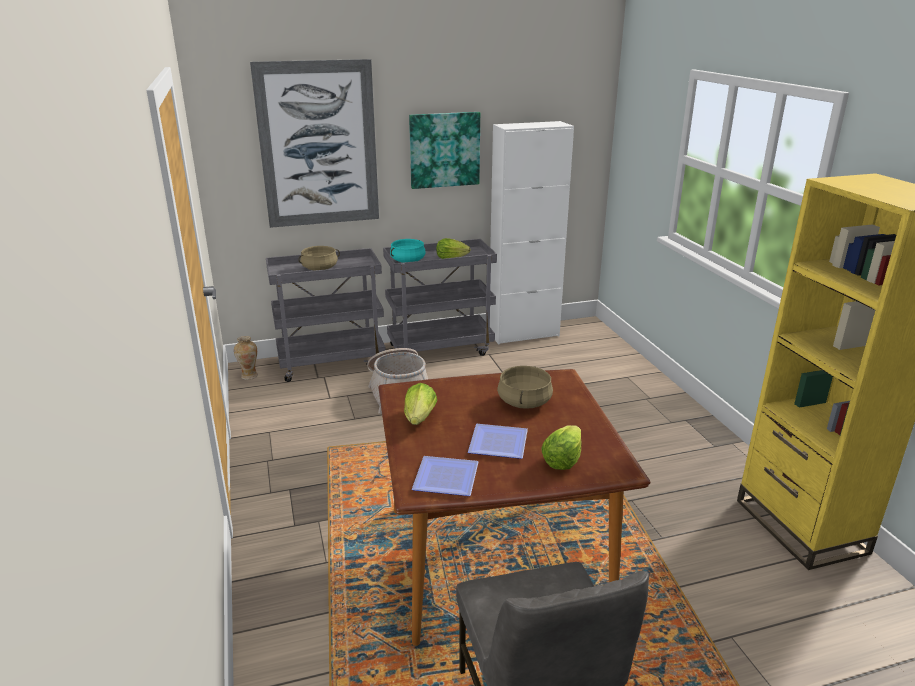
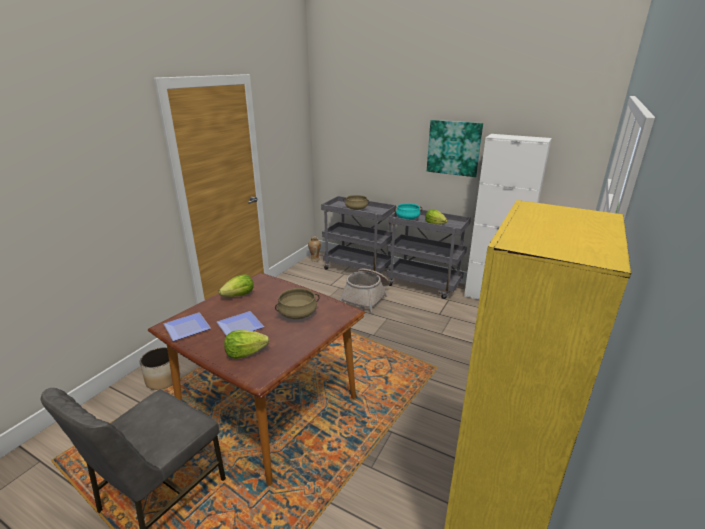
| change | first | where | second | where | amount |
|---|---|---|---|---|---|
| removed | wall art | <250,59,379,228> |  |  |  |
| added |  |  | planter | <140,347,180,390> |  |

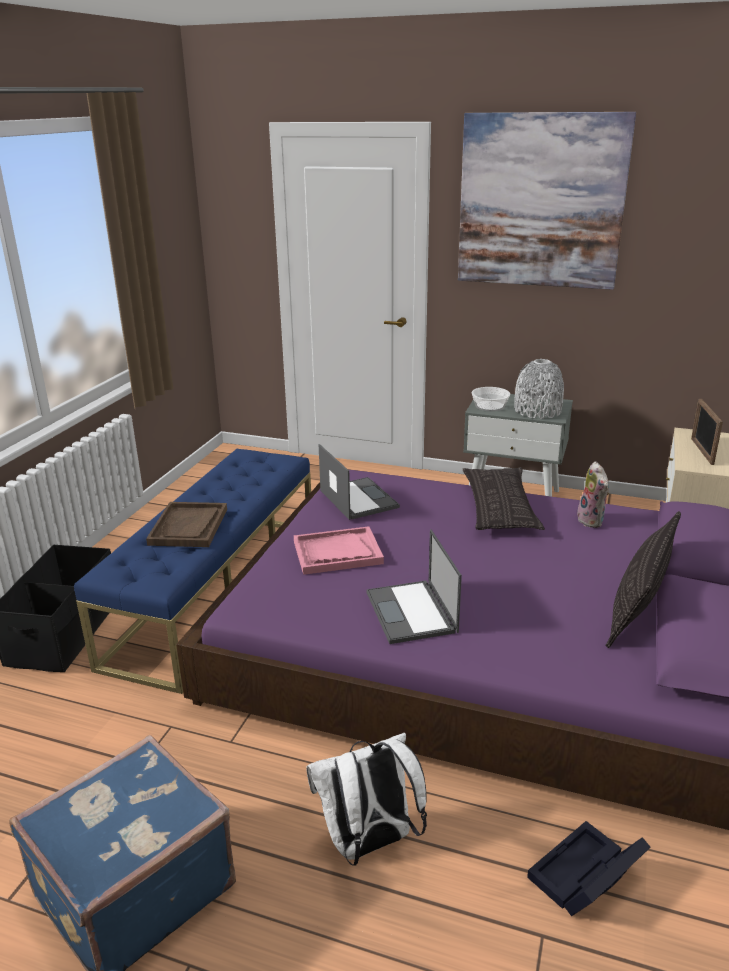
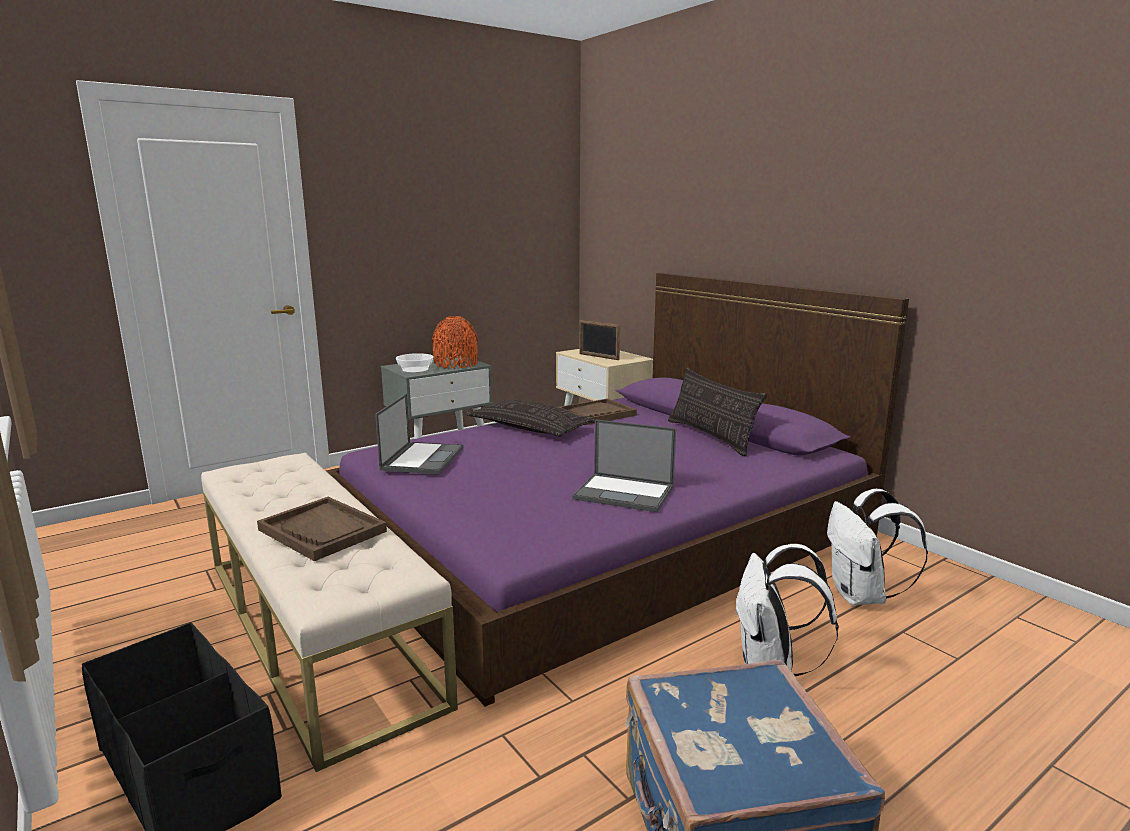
| change | first | where | second | where | amount |
|---|---|---|---|---|---|
| recoloured | bluish indoor bench | <74,449,311,694> | beige-coloured indoor bench | <201,453,458,772> |  |
| removed | pink carrying tray | <294,526,384,575> |  |  |  |
| turned | portable computer | <319,444,400,520> |  | <375,394,463,474> | 90 degrees clockwise |
| removed | wall art | <458,112,636,290> |  |  |  |
| recoloured | greyish flower vase | <515,359,564,419> | orange flower vase | <432,316,478,369> |  |
| replaced | black storage bin | <527,821,651,916> | whitish rucksack | <827,489,928,605> |  |
| replaced | plush toy | <577,461,609,528> | brown-coloured carrying tray | <559,399,637,425> |  |

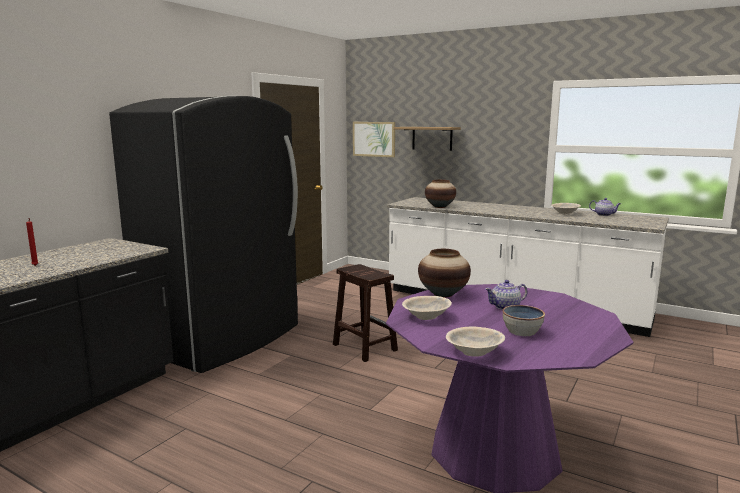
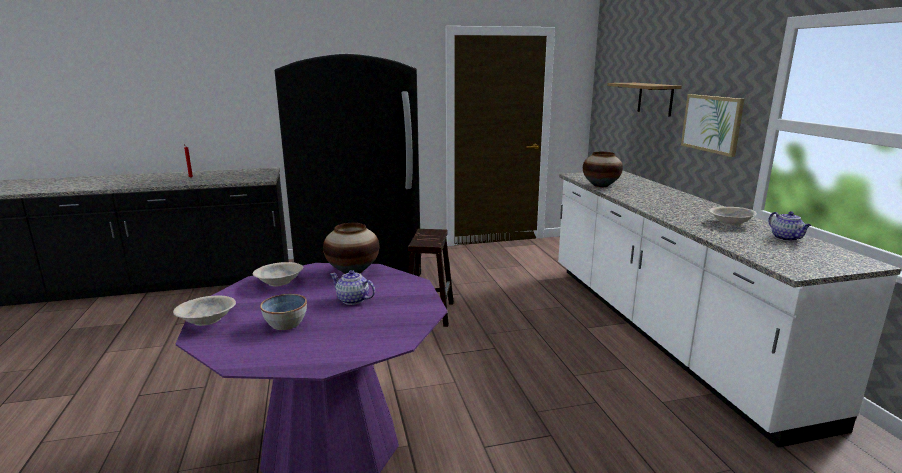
| change | first | where | second | where | amount |
|---|---|---|---|---|---|
| moved | wall art | <353,122,395,157> |  | <681,94,745,157> |  |

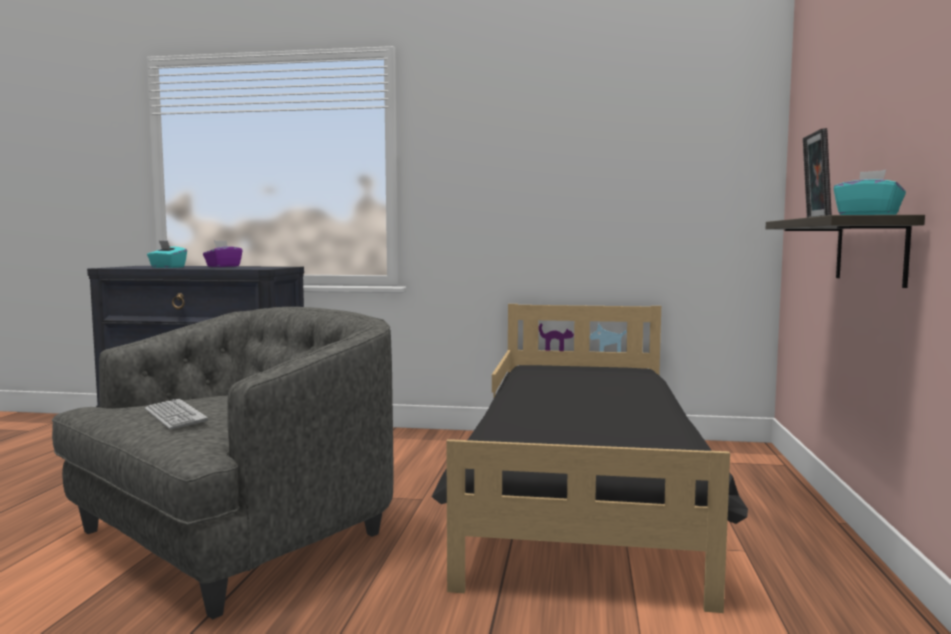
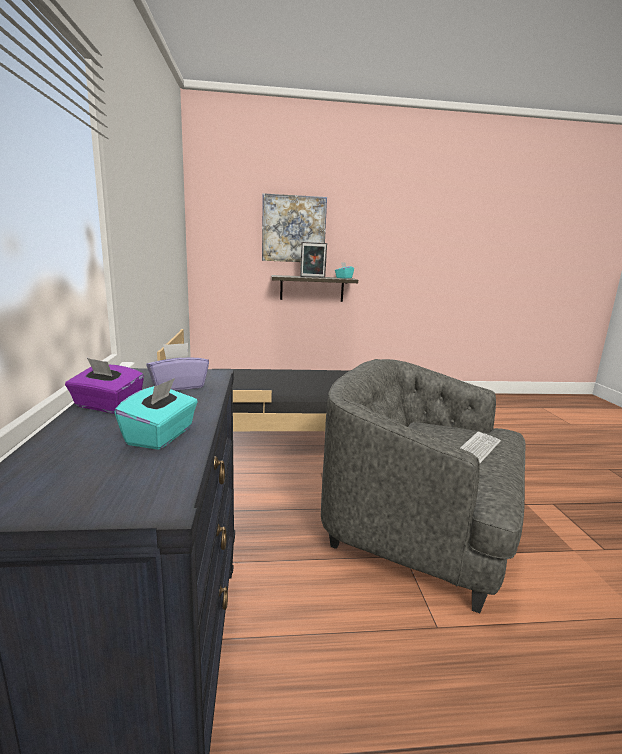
| change | first | where | second | where | amount |
|---|---|---|---|---|---|
| added |  |  | purple tissue box | <146,343,209,391> |  |
| added |  |  | wall art | <262,193,327,262> |  |

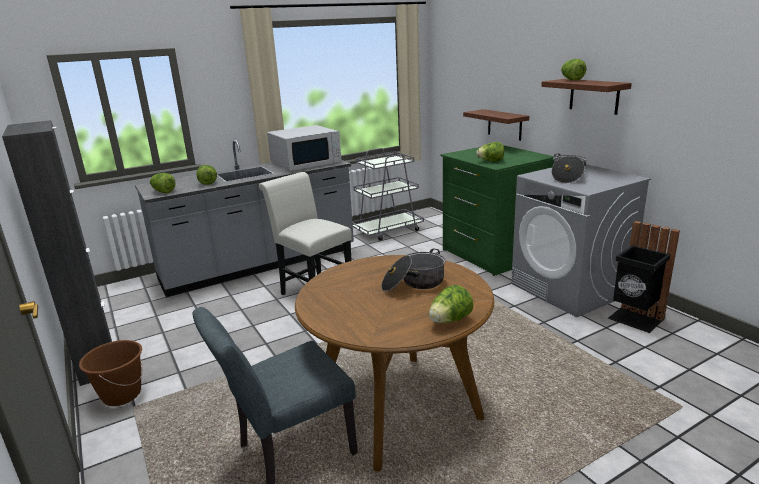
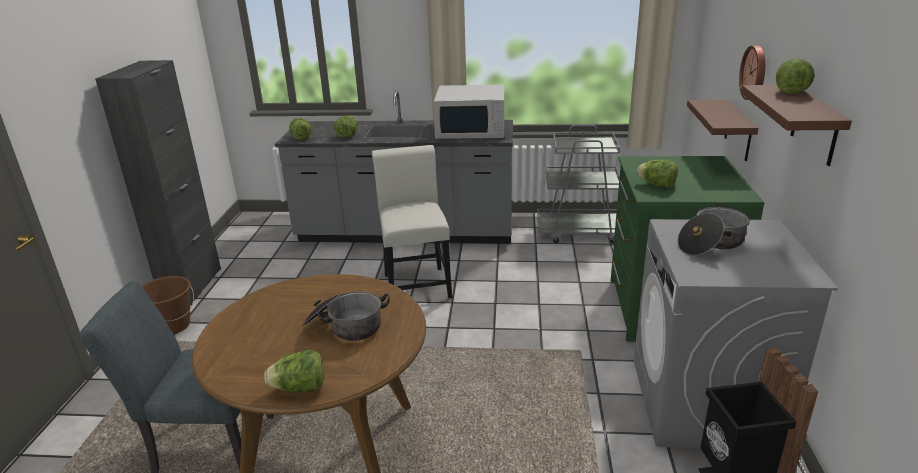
| change | first | where | second | where | amount |
|---|---|---|---|---|---|
| added |  |  | hanging clock | <739,46,765,100> |  |

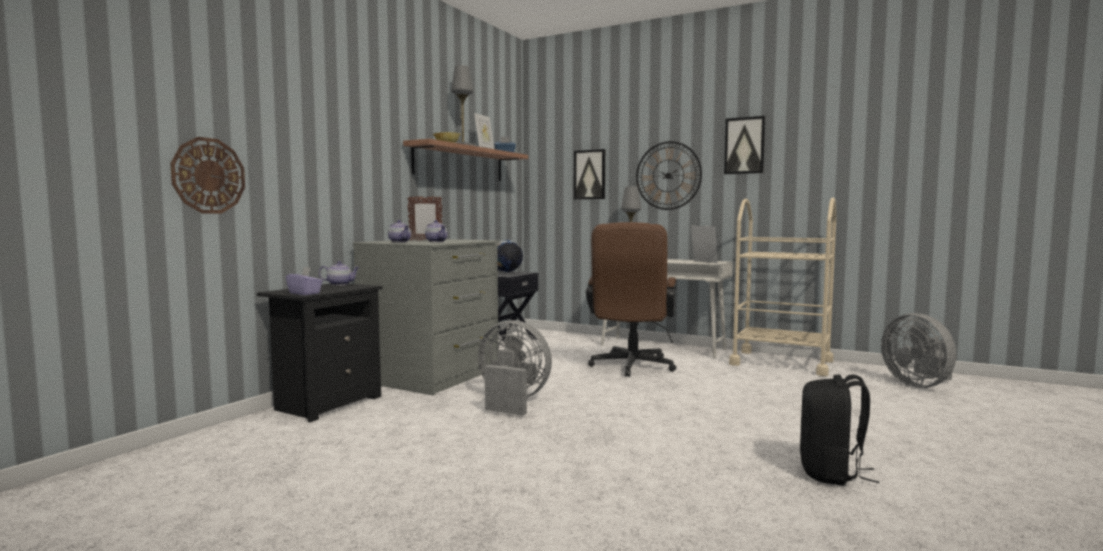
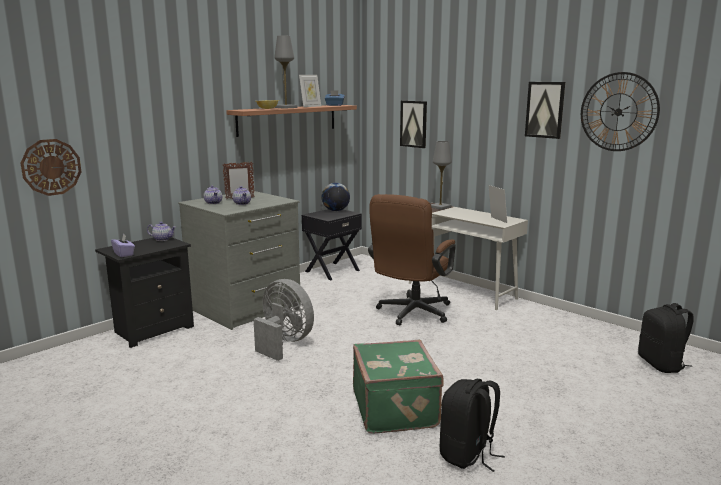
| change | first | where | second | where | amount |
|---|---|---|---|---|---|
| moved | hanging clock | <636,141,702,210> |  | <581,72,660,151> |  |
| removed | beige-coloured trolley | <729,198,836,376> |  |  |  |
| replaced | greyish electric fan | <881,313,956,388> | black rucksack | <638,303,694,373> |  |
| added |  |  | green-coloured travel case | <353,340,443,433> |  |

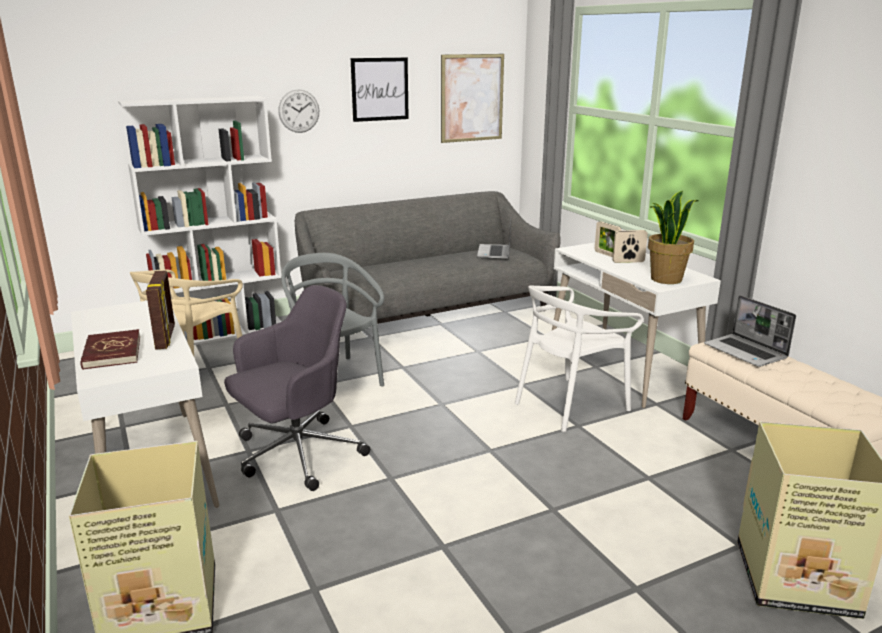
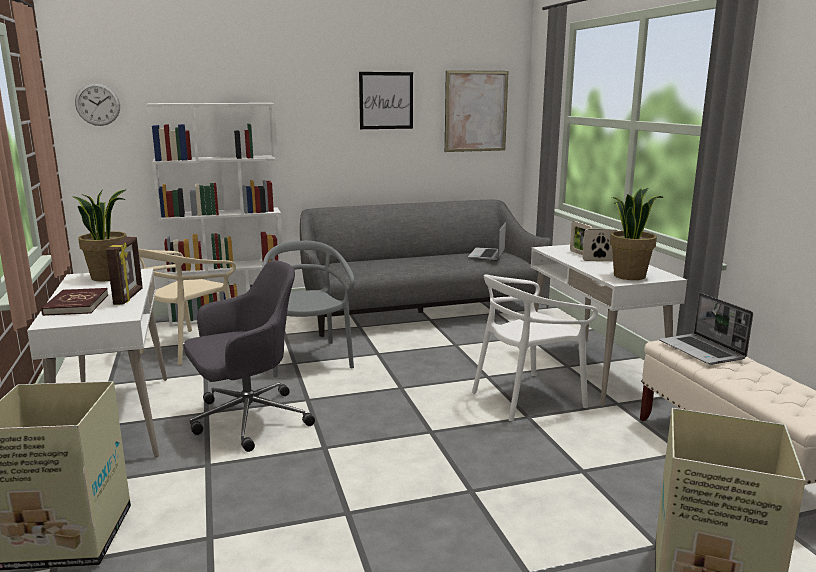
| change | first | where | second | where | amount |
|---|---|---|---|---|---|
| moved | hanging clock | <278,89,319,133> |  | <75,83,120,126> |  |
| added |  |  | potted plant | <72,189,127,282> |  |

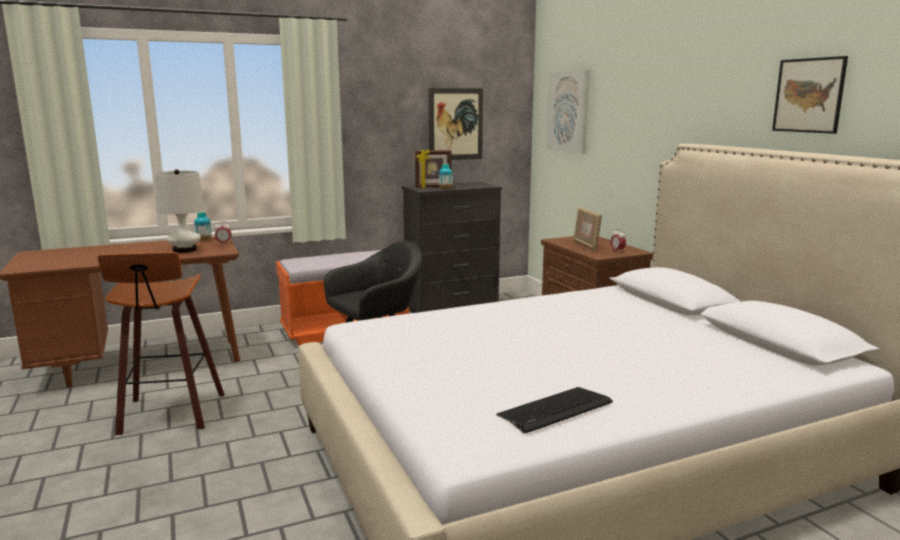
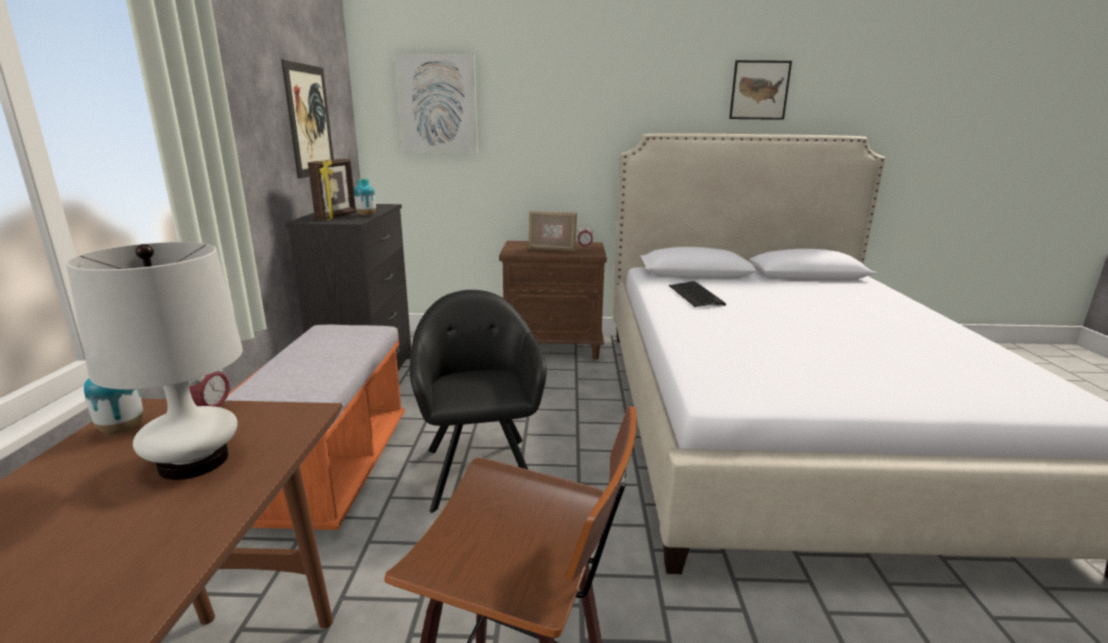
| change | first | where | second | where | amount |
|---|---|---|---|---|---|
| moved | computer keyboard | <496,387,613,433> |  | <669,281,726,307> |  |

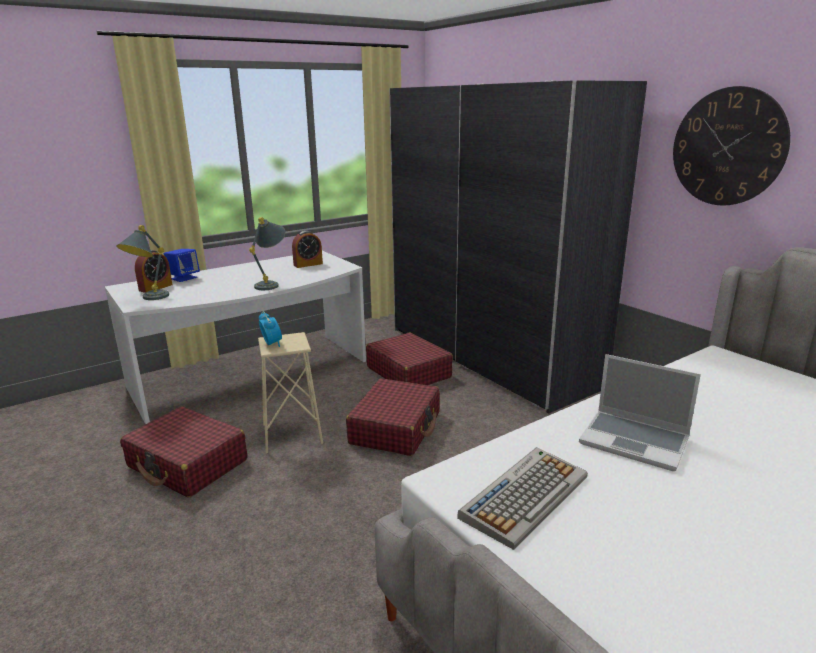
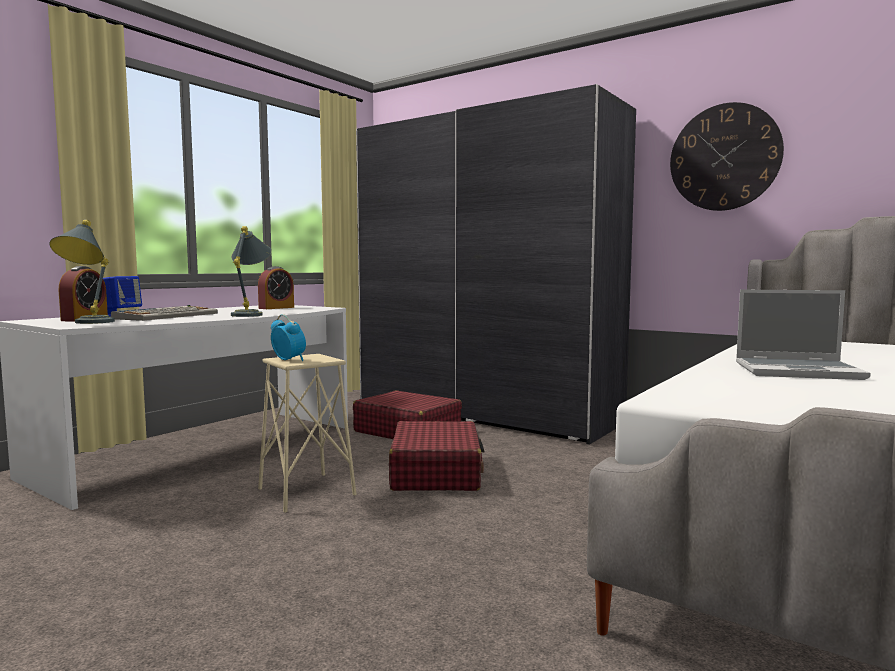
| change | first | where | second | where | amount |
|---|---|---|---|---|---|
| removed | reddish travel case | <120,406,247,497> |  |  |  |
| moved | computer keyboard | <457,447,588,550> |  | <111,305,218,321> |  |

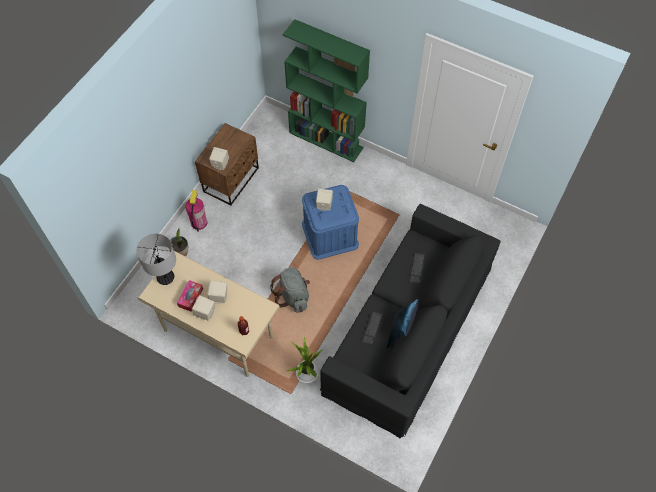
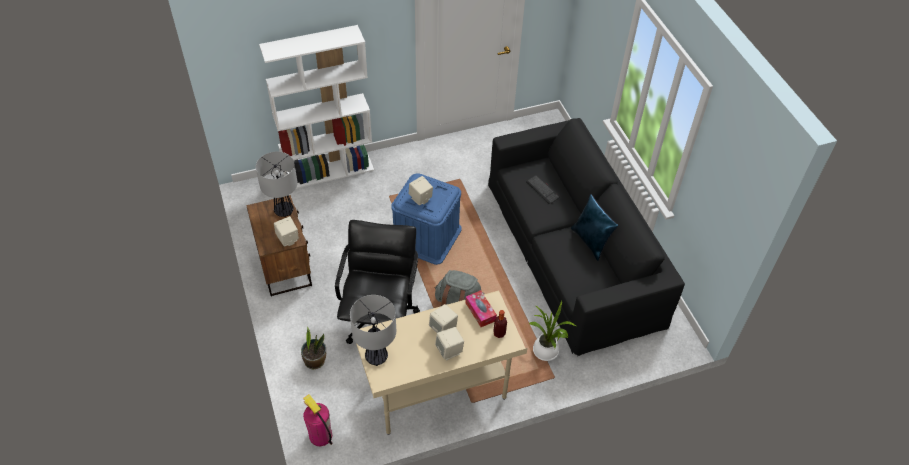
| change | first | where | second | where | amount |
|---|---|---|---|---|---|
| moved | tissue box | <177,280,203,311> |  | <465,290,497,327> |  |
| moved | fire-fighting cylinder | <185,190,207,232> |  | <303,394,332,446> |  |
| recoloured | green-coloured bookcase | <282,19,370,162> | whitish bookcase | <259,25,374,189> |  |
| removed | computer keyboard | <361,311,383,345> |  |  |  |
| added |  |  | tabletop lamp | <256,152,298,217> |  |
| added |  |  | black office chair | <335,220,420,344> |  |

